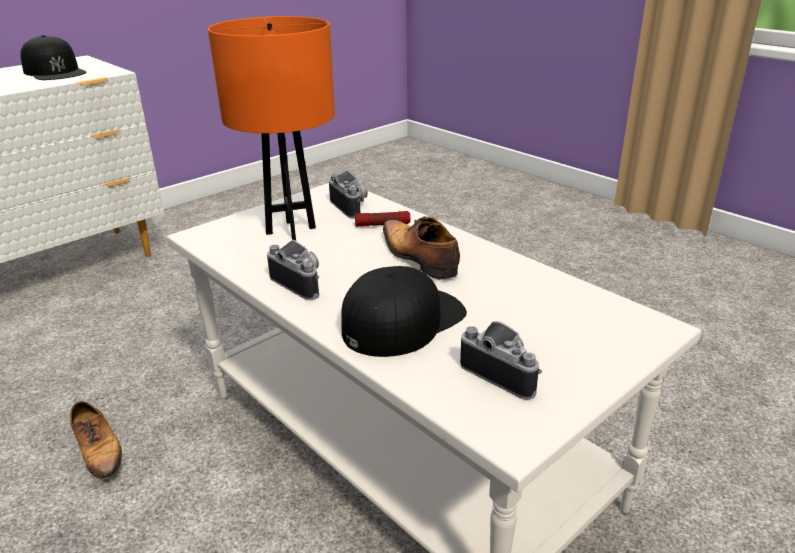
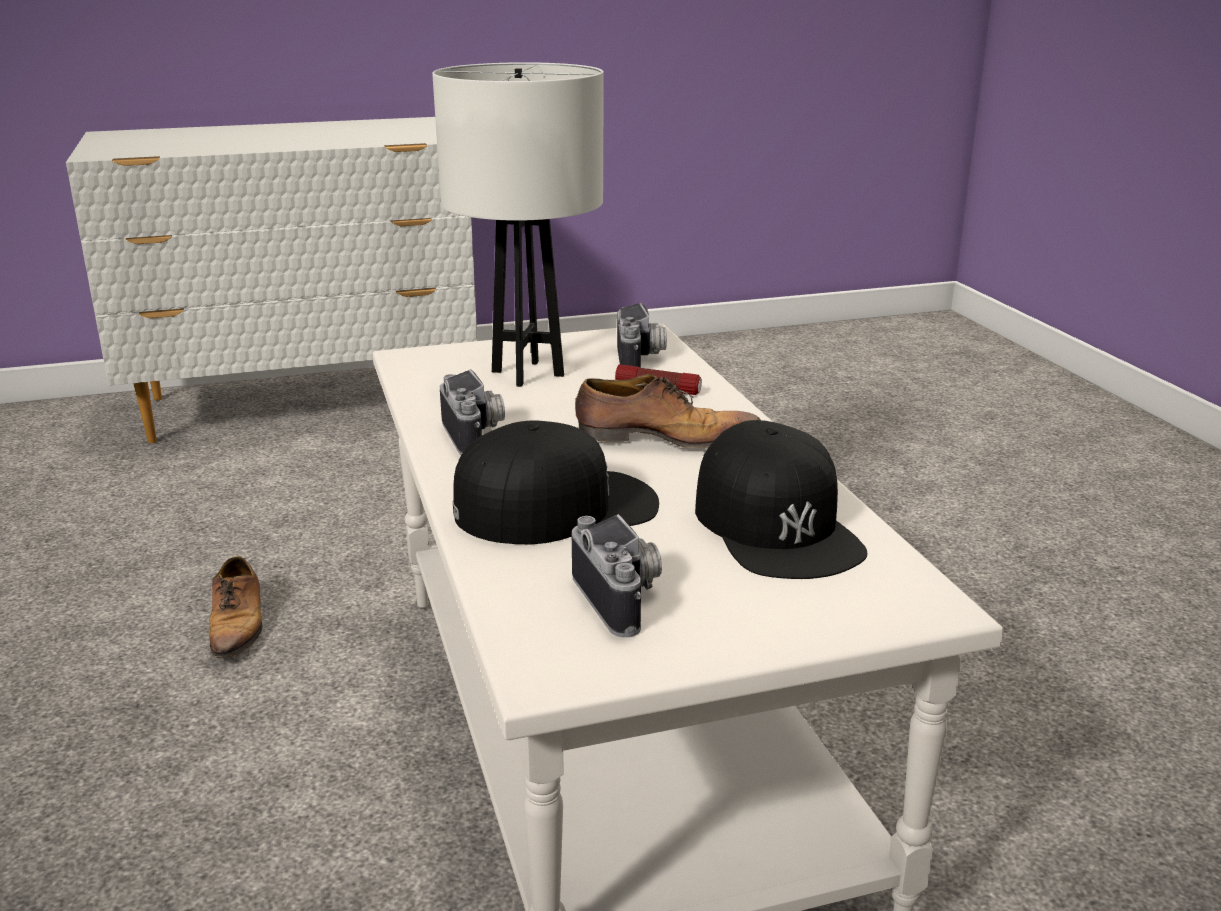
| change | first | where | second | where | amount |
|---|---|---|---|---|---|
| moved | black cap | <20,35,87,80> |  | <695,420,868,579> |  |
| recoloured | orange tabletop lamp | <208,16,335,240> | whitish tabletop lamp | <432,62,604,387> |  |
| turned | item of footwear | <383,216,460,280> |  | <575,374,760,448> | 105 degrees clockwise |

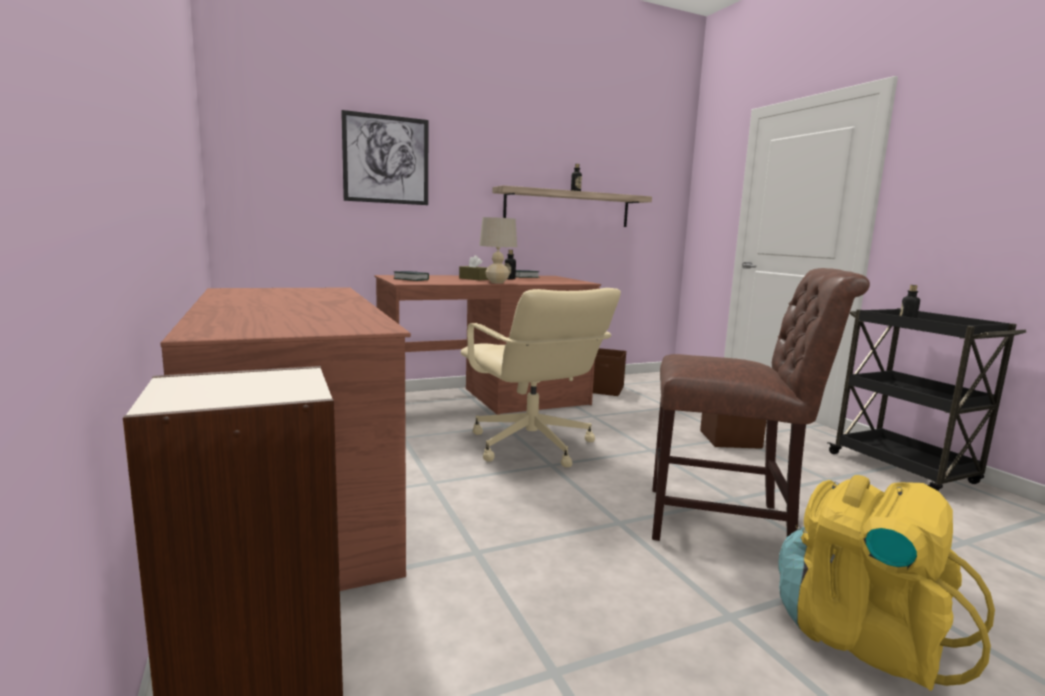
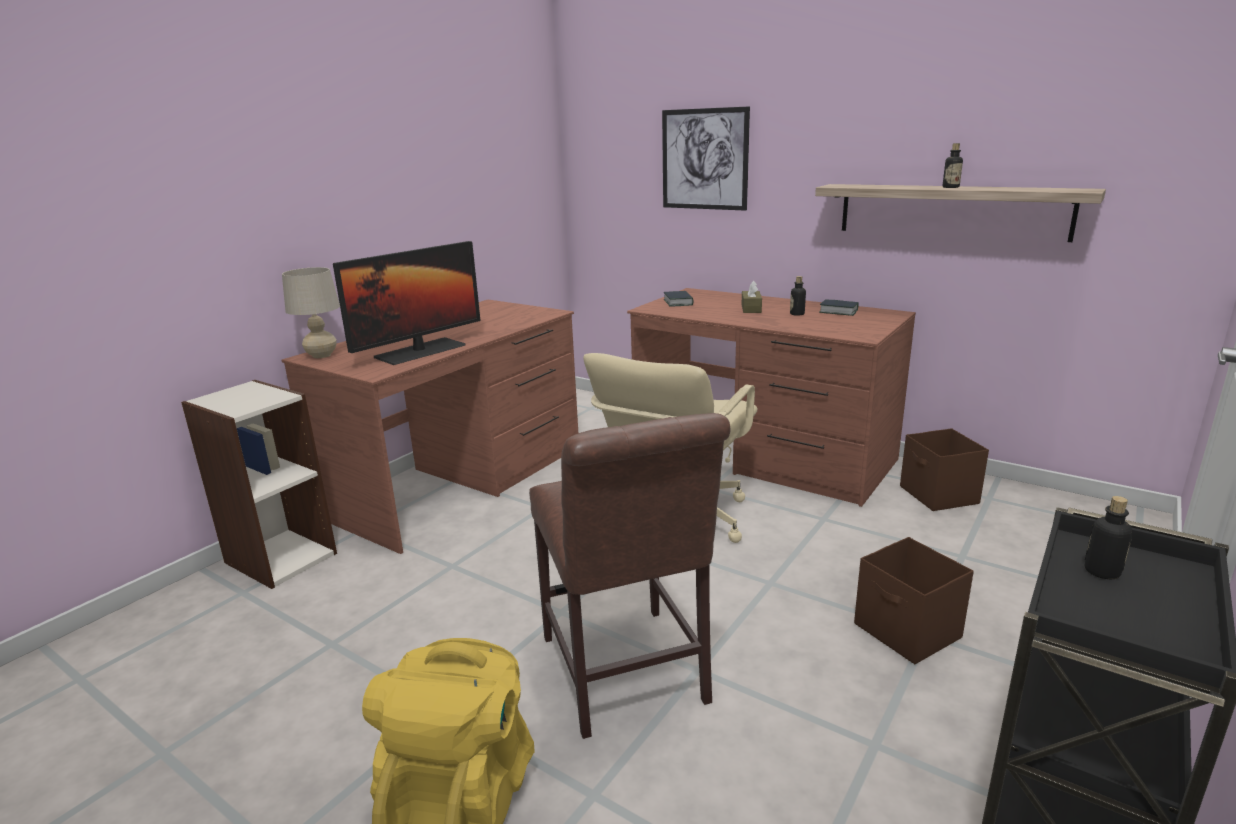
| change | first | where | second | where | amount |
|---|---|---|---|---|---|
| moved | beige-coloured tabletop lamp | <479,217,517,283> |  | <282,267,340,358> |  |
| added |  |  | computer screen | <333,241,480,365> |  |

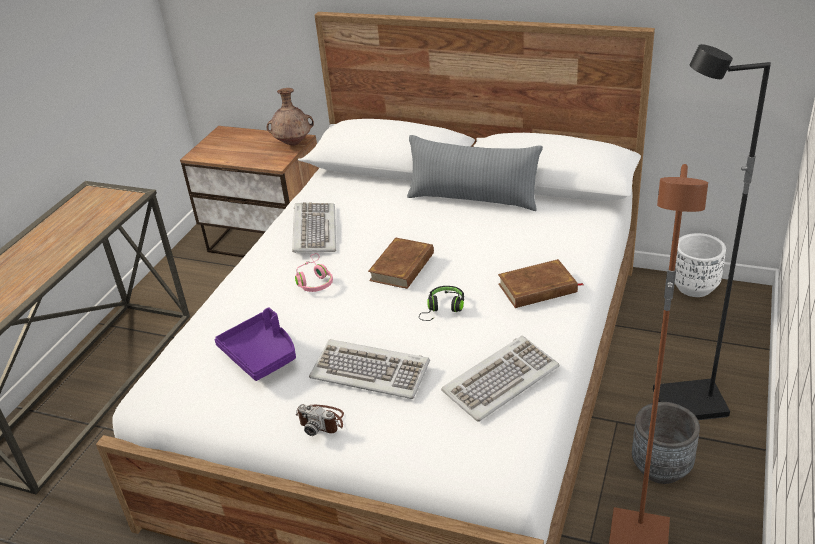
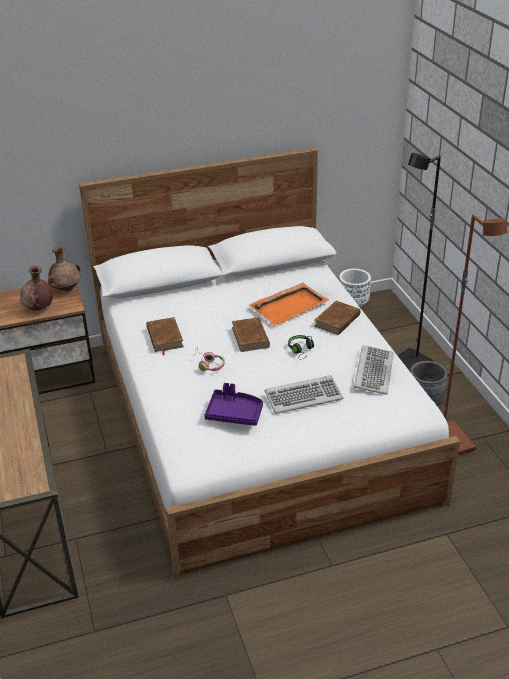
| change | first | where | second | where | amount |
|---|---|---|---|---|---|
| replaced | computer keyboard | <292,202,336,253> | brown-coloured volume | <146,317,184,356> |  |
| removed | still camera | <295,404,344,436> |  |  |  |
| removed | greyish cushion | <407,135,543,211> |  |  |  |
| added |  |  | brown-coloured flower vase | <20,266,53,311> |  |
| added |  |  | orange carrying tray | <249,282,329,326> |  |

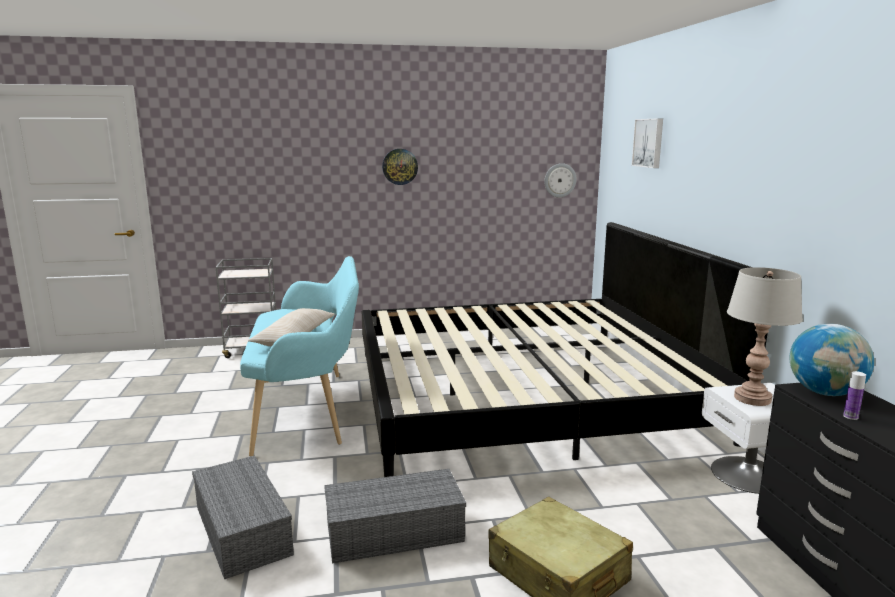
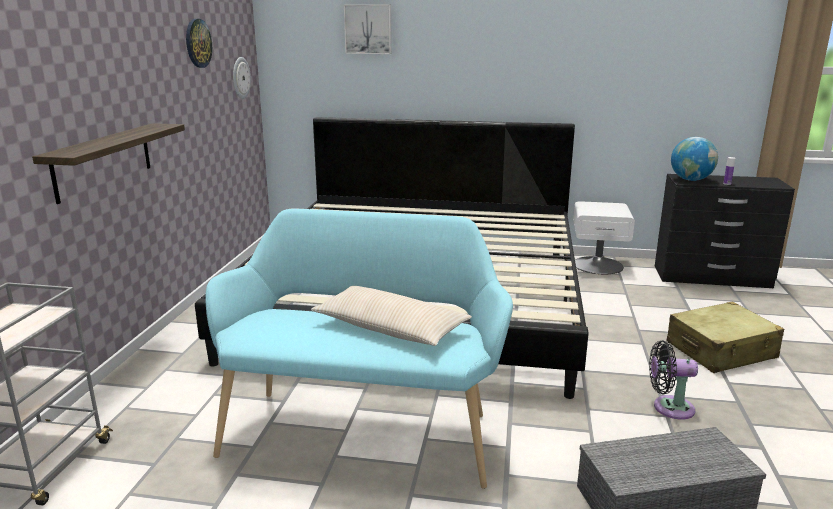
| change | first | where | second | where | amount |
|---|---|---|---|---|---|
| replaced | greyish storage bin | <324,469,466,563> | black electric fan | <649,340,698,420> |  |
| moved | hanging clock | <382,149,418,185> |  | <186,19,212,68> |  |
| removed | greyish tabletop lamp | <727,267,803,406> |  |  |  |
| added |  |  | wall shelf | <32,123,185,204> |  |

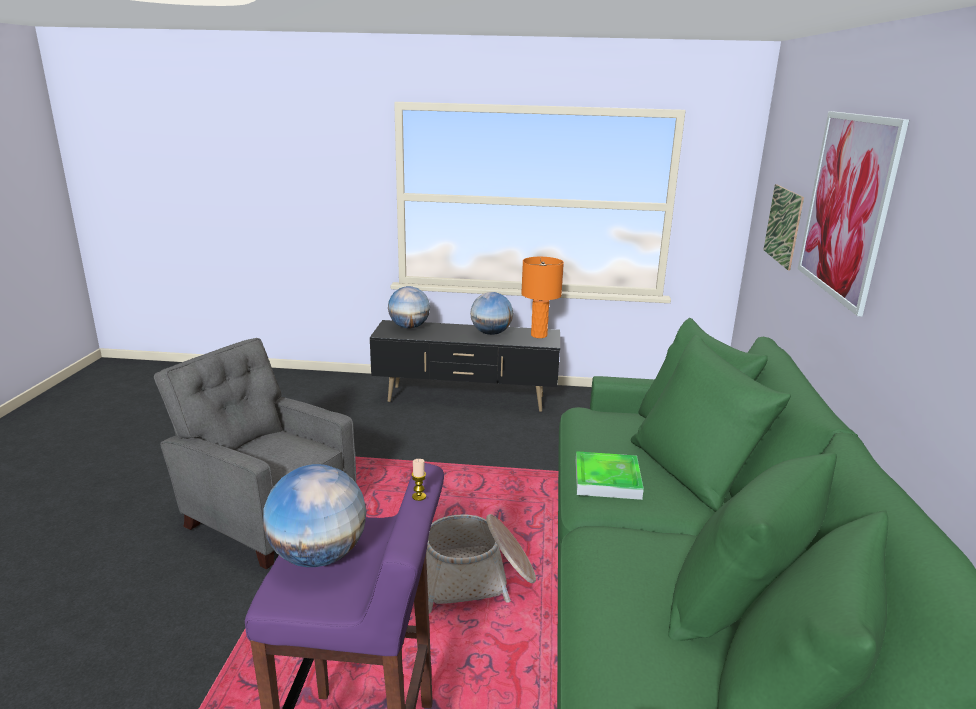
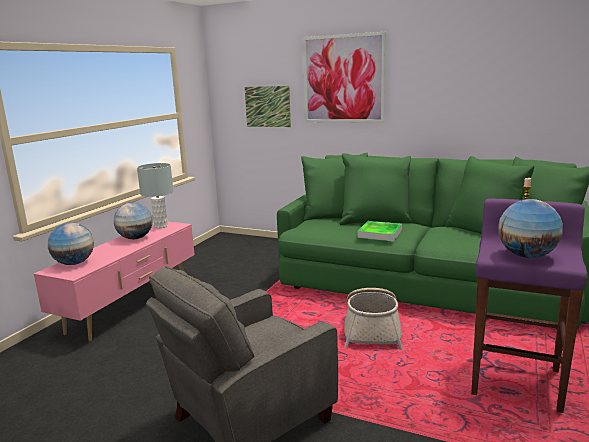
| change | first | where | second | where | amount |
|---|---|---|---|---|---|
| recoloured | black tv unit | <370,320,560,412> | pink tv unit | <34,221,195,341> |  |
| recoloured | orange tabletop lamp | <521,257,564,338> | greyish tabletop lamp | <137,163,174,228> |  |

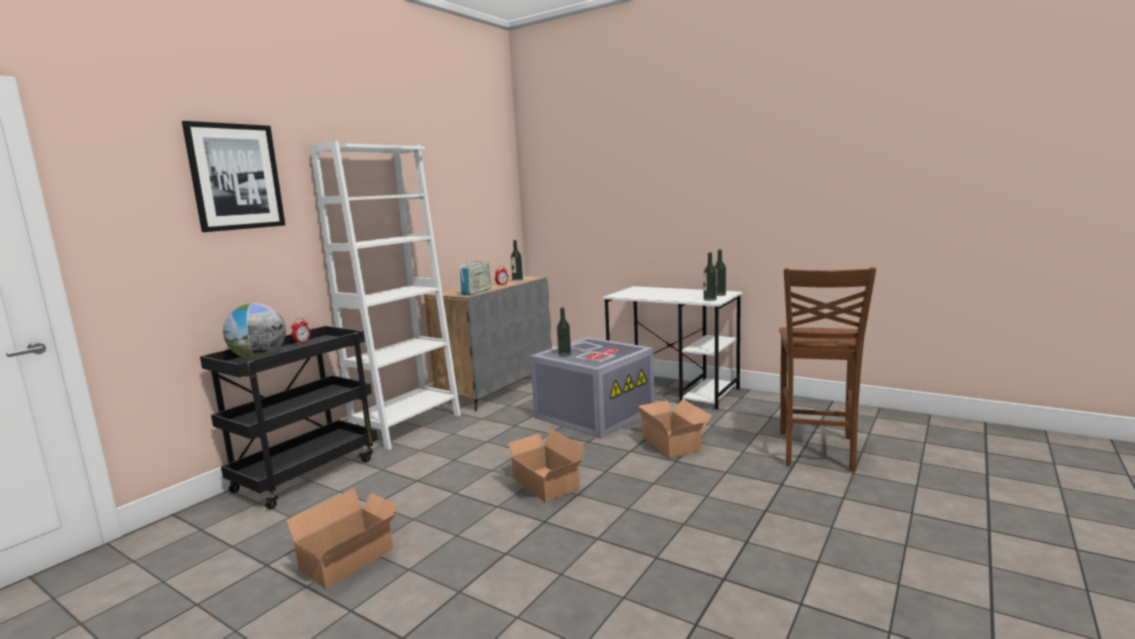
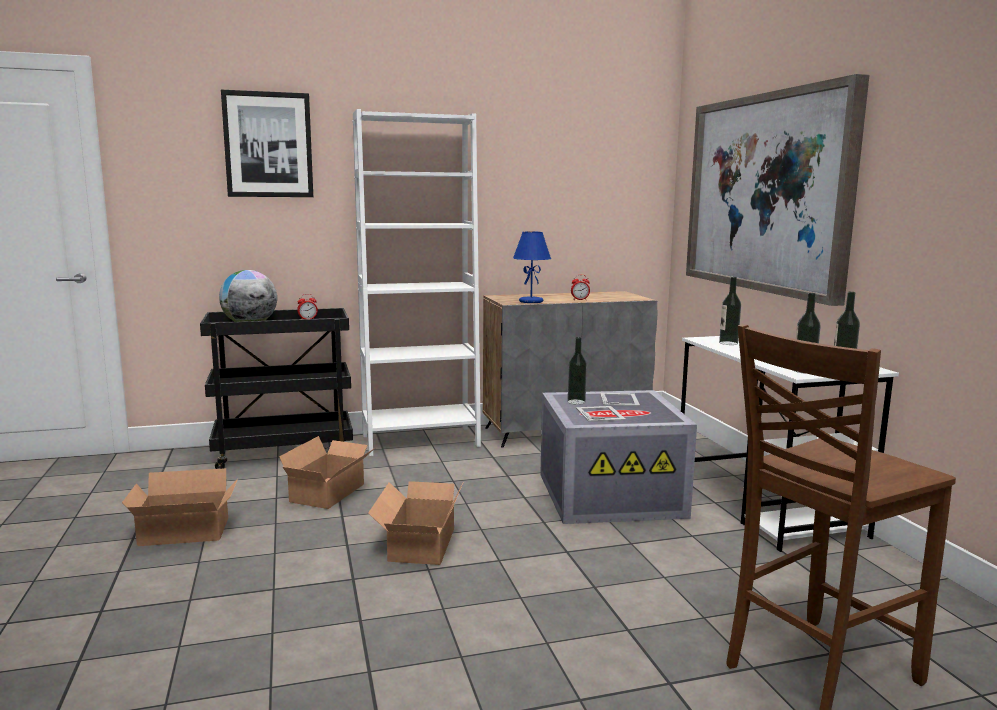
| change | first | where | second | where | amount |
|---|---|---|---|---|---|
| replaced | radio receiver | <460,261,492,295> | bluish tabletop lamp | <513,231,551,303> |  |
| moved | beverage bottle | <510,240,523,281> |  | <719,277,741,345> |  |
| moved | packing box | <636,399,712,458> |  | <279,436,375,509> |  |
| added |  |  | wall art | <686,74,869,306> |  |

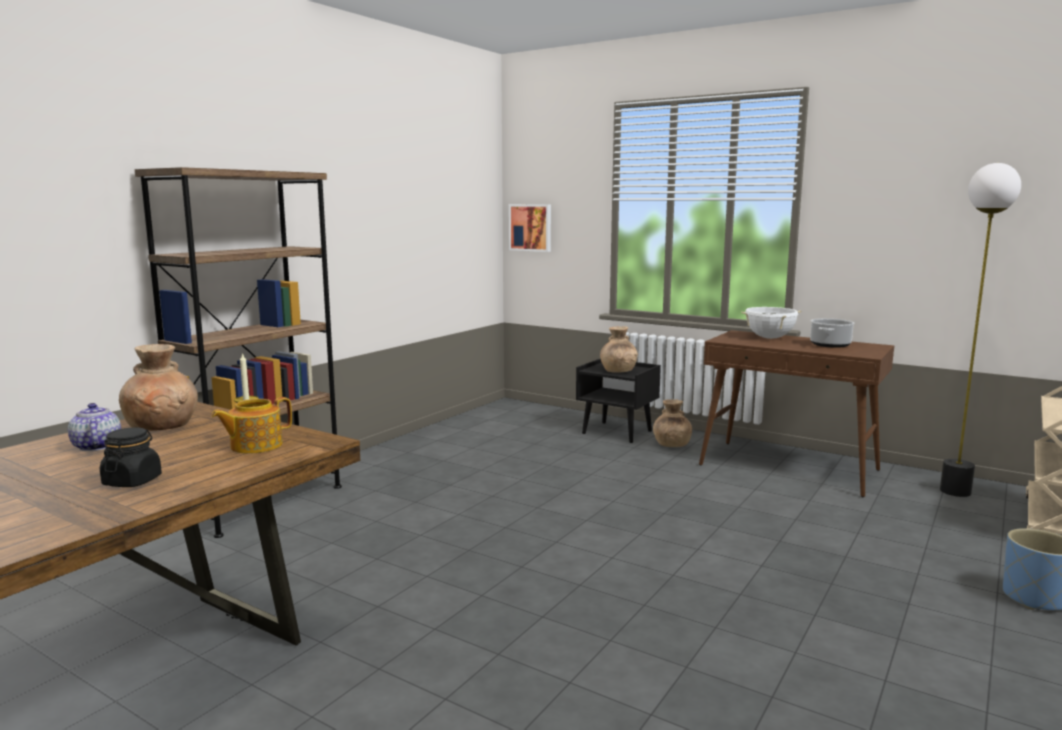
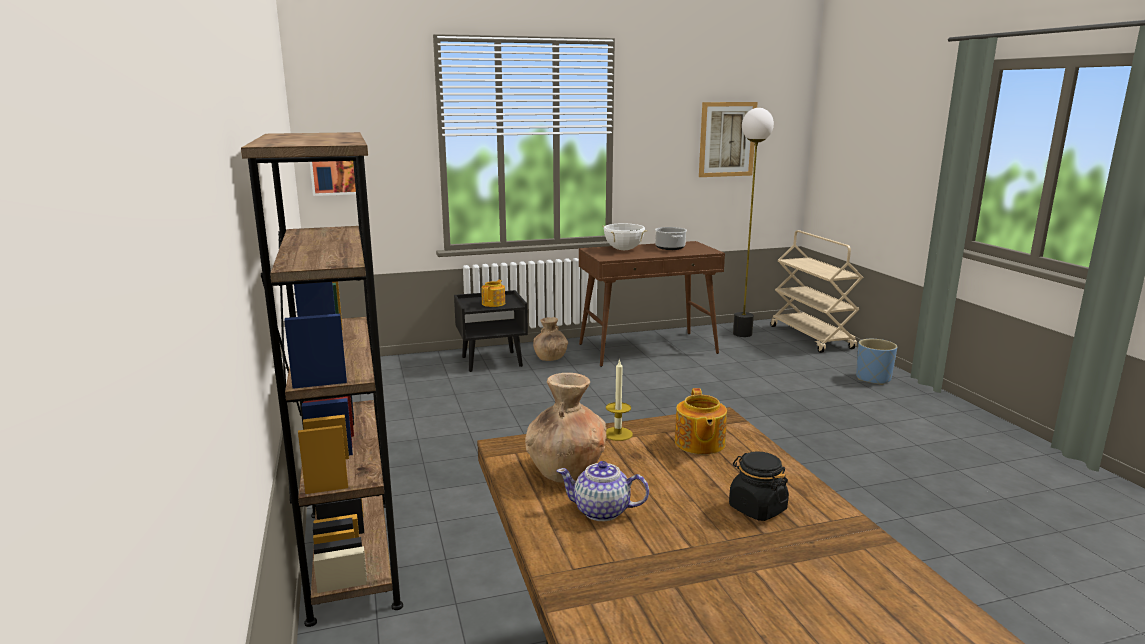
| change | first | where | second | where | amount |
|---|---|---|---|---|---|
| replaced | brown-coloured flower vase | <600,326,638,373> | pot for tea | <481,280,505,307> |  |
| added |  |  | wall art | <699,102,758,177> |  |

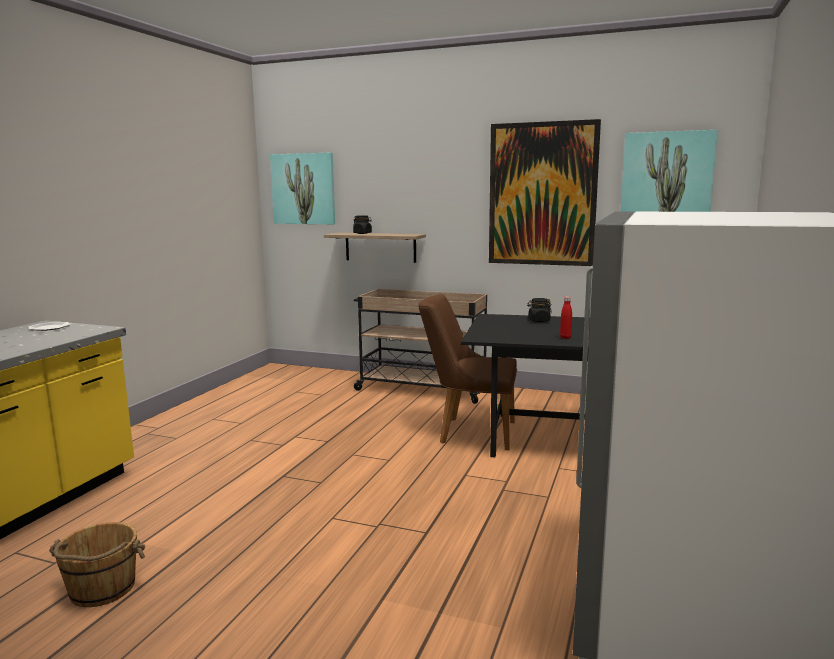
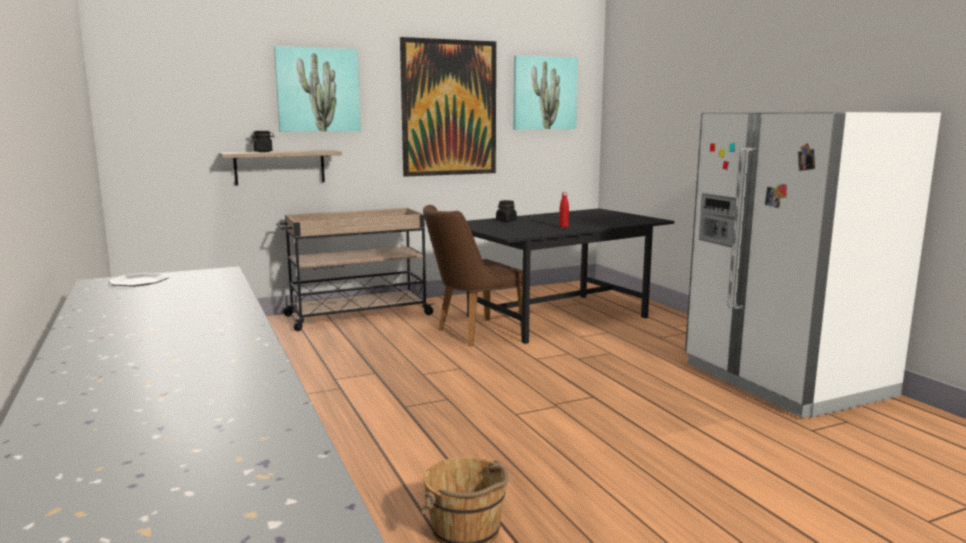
| change | first | where | second | where | amount |
|---|---|---|---|---|---|
| moved | wall art | <270,153,335,224> |  | <274,46,361,132> |  |

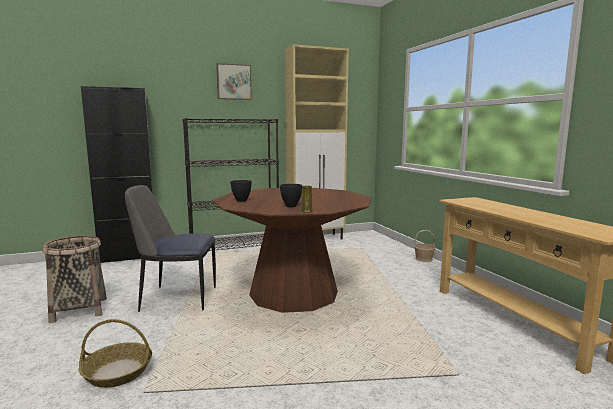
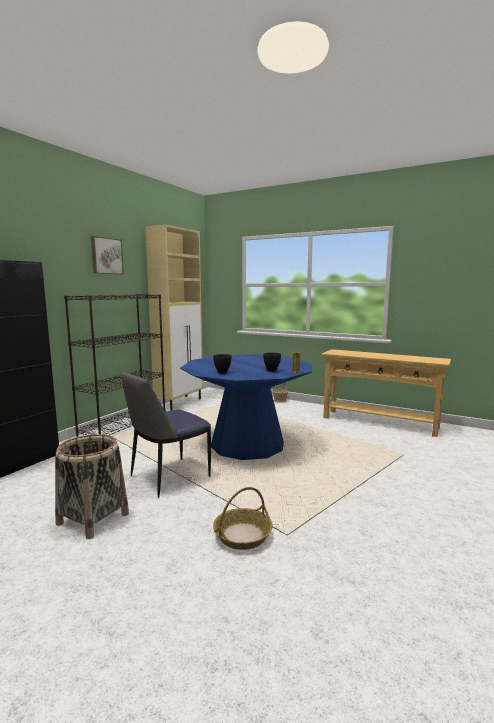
| change | first | where | second | where | amount |
|---|---|---|---|---|---|
| recoloured | brown-coloured kitchen table | <212,188,372,313> | bluish kitchen table | <180,354,312,460> |  |

